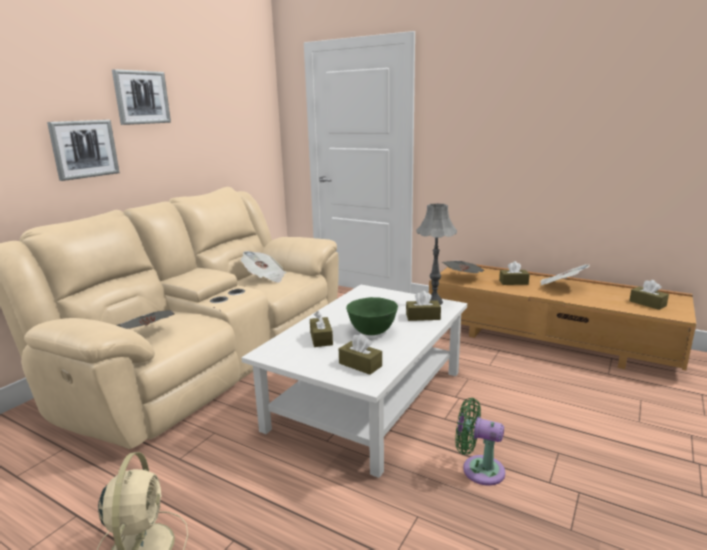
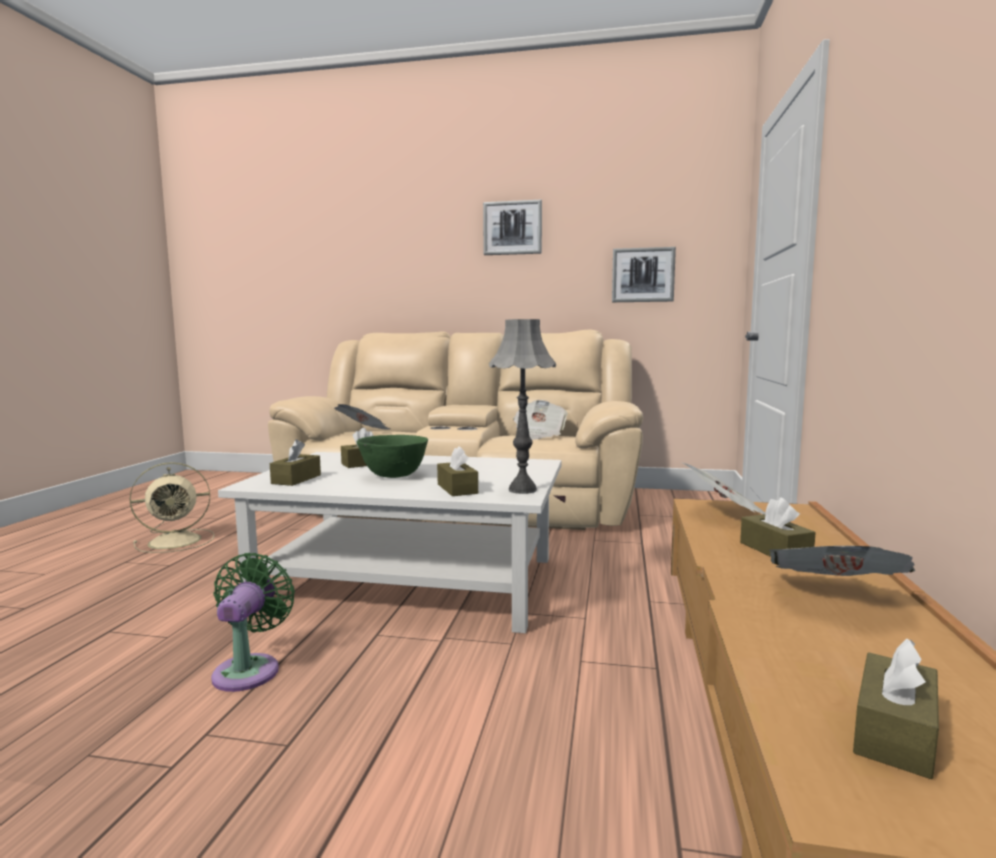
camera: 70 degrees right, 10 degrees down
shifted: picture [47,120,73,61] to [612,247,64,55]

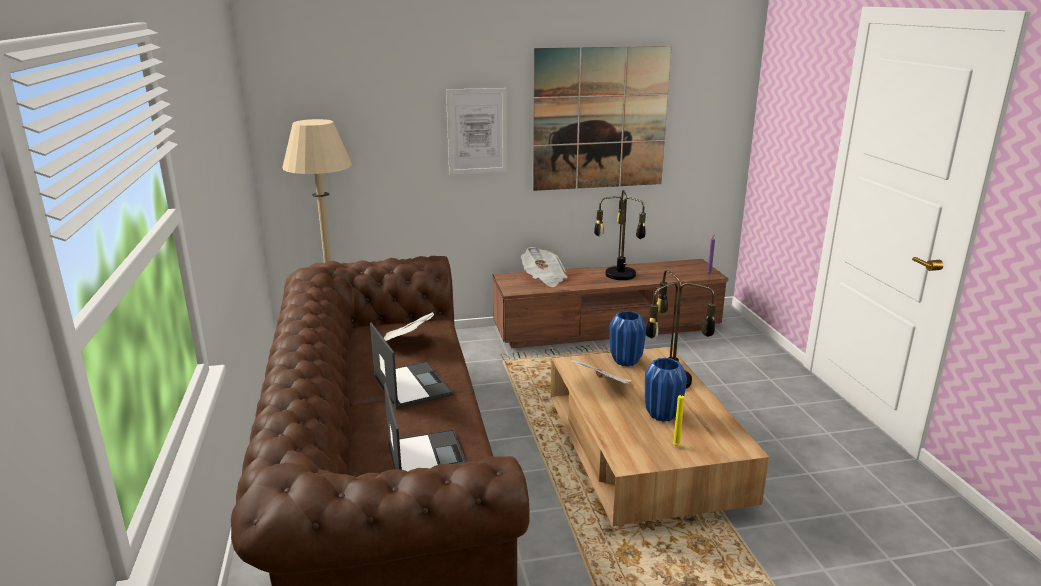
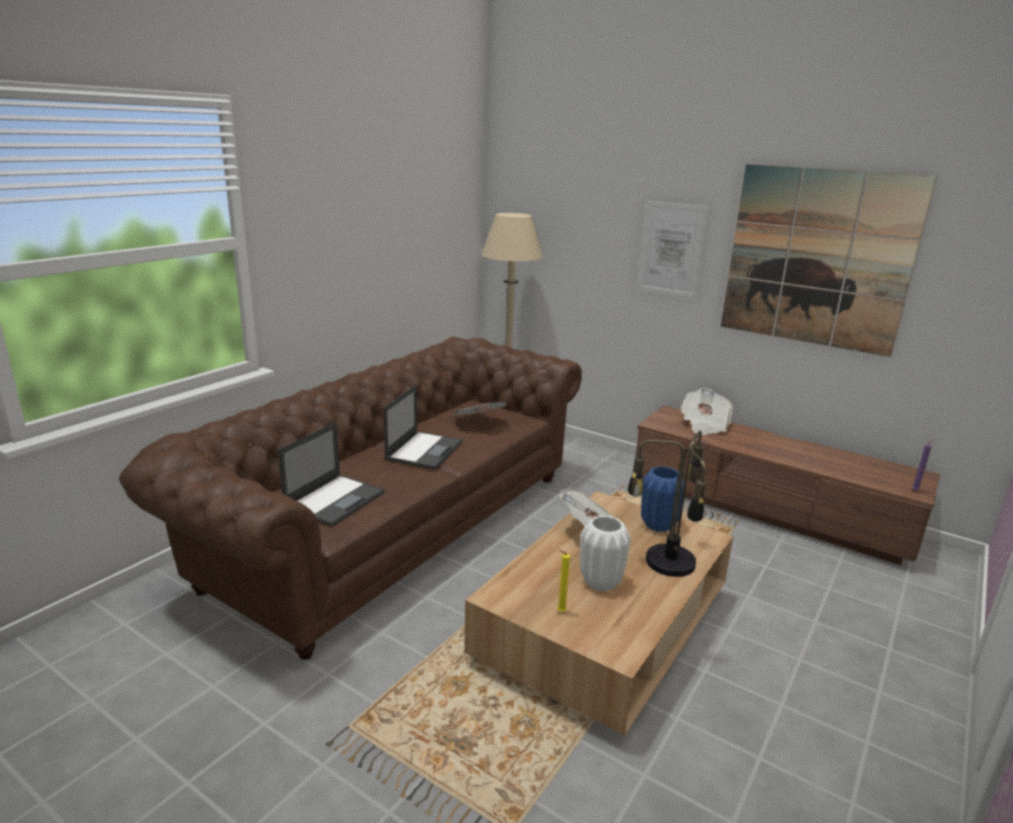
camera: 45 degrees right, 0 degrees up
gone: table lamp [594,190,52,90]
repainted: vase/blue [645,358,42,64] to vase/white [580,515,51,77]

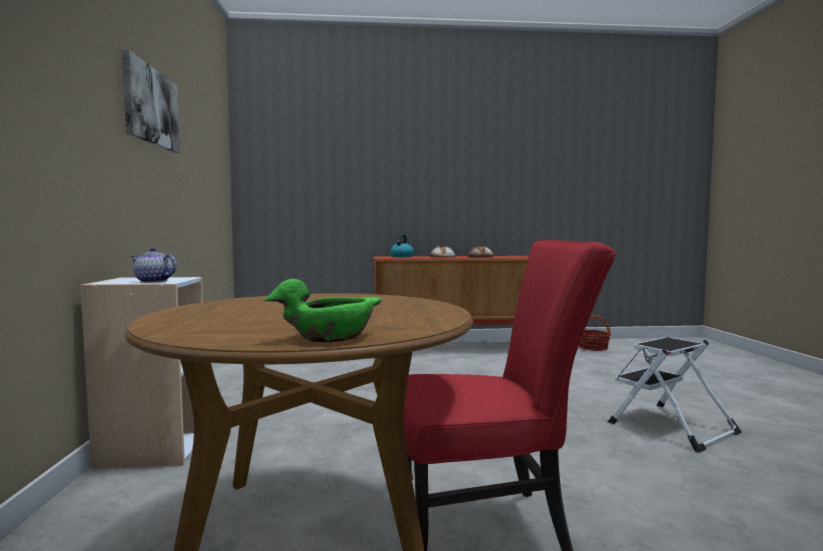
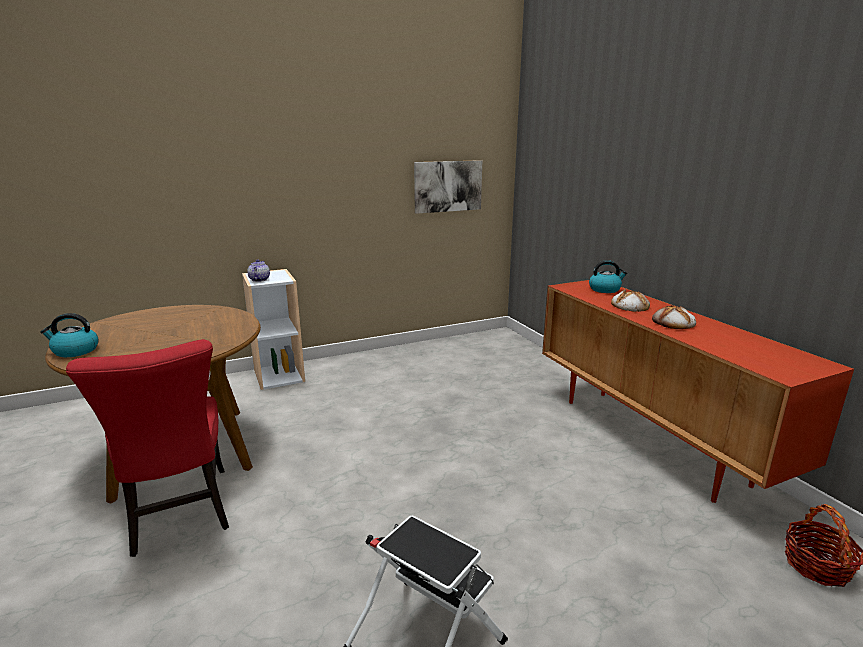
camera: 70 degrees right, 15 degrees up
shifted: picture [122,50,58,103] to [414,160,68,54]
swapped: bowl/green [263,279,118,63] to kettle [40,313,58,44]

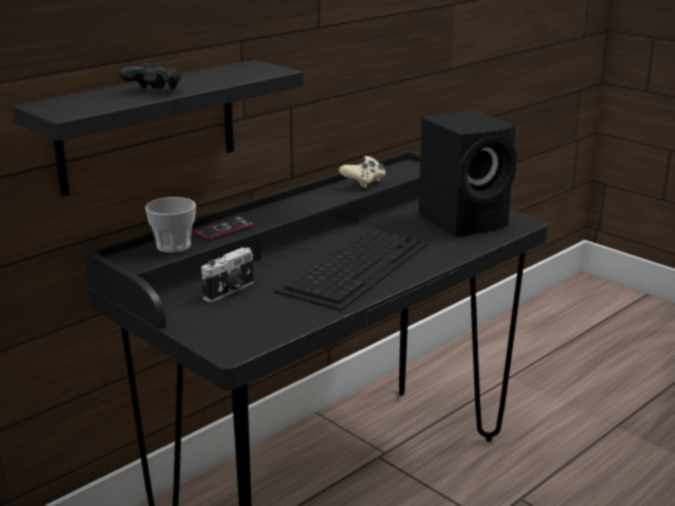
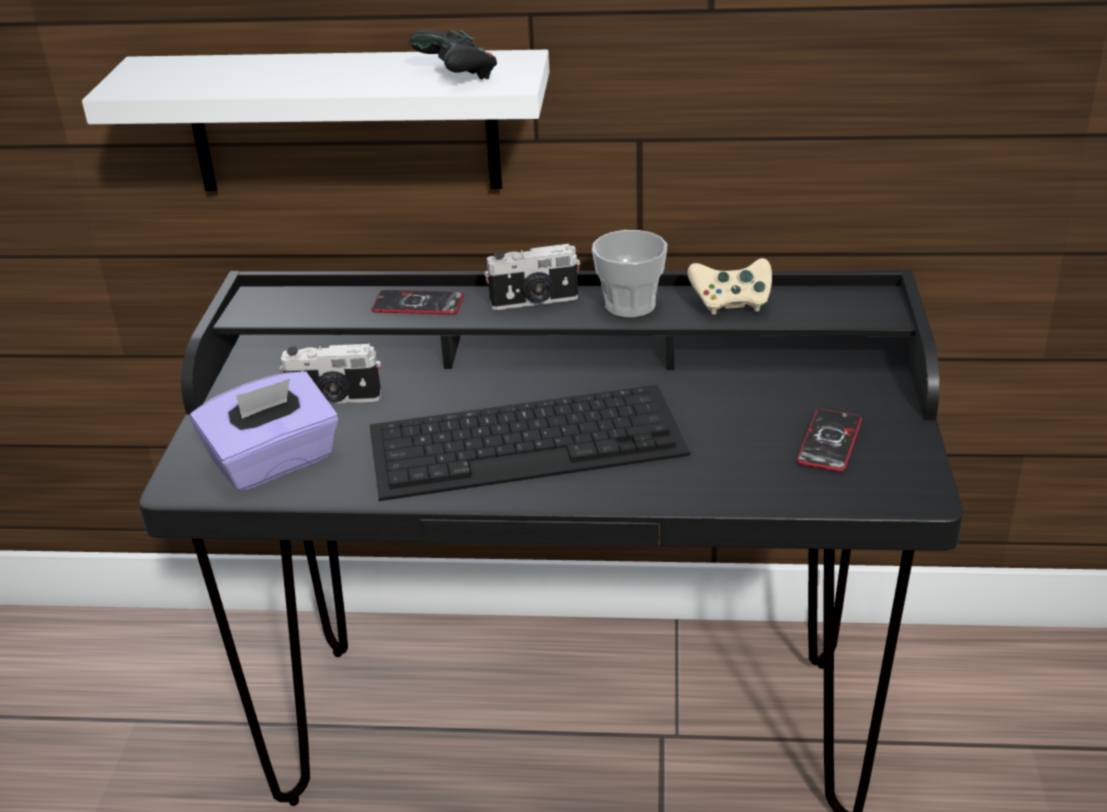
camera: 50 degrees right, 10 degrees up
new: tissue box/purple [190,372,148,119]; photo camera [484,244,97,66]
shifted: game controller/black [119,63,62,27] to [409,30,88,49]; cup [145,197,51,56] to [592,230,75,87]
swapped: speaker/black [418,110,99,127] to phone [796,409,66,63]
repainted: shelf/black [12,60,291,137] to shelf/white [82,50,467,141]

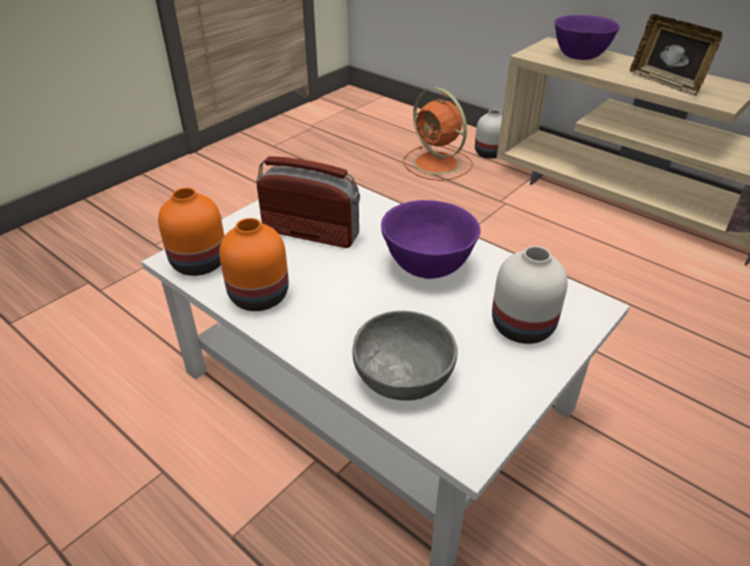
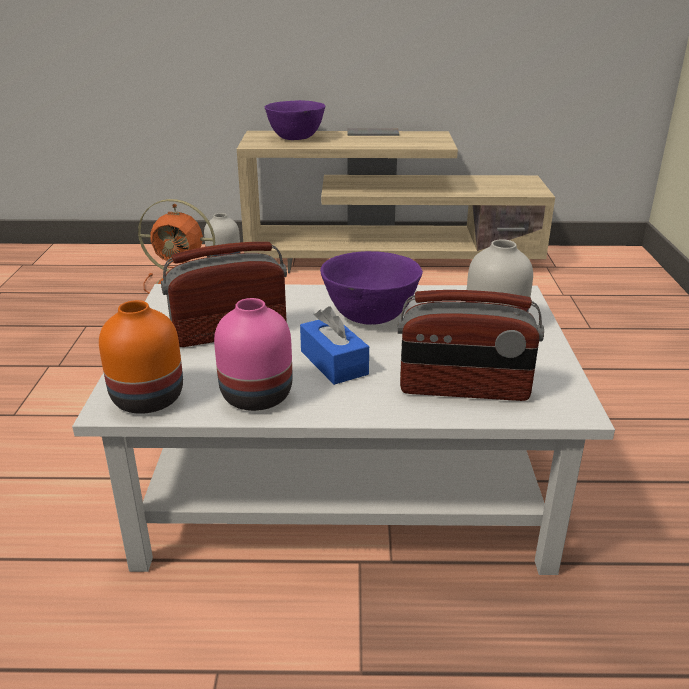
camera: 40 degrees left, 10 degrees down
gone: picture frame [630,14,93,82]
new: tissue box/blue [300,306,69,79]
swapped: bowl/grey [352,311,106,89] to radio [398,290,146,111]
repainted: vase/orange [219,218,70,93] to vase/pink [214,298,78,113]

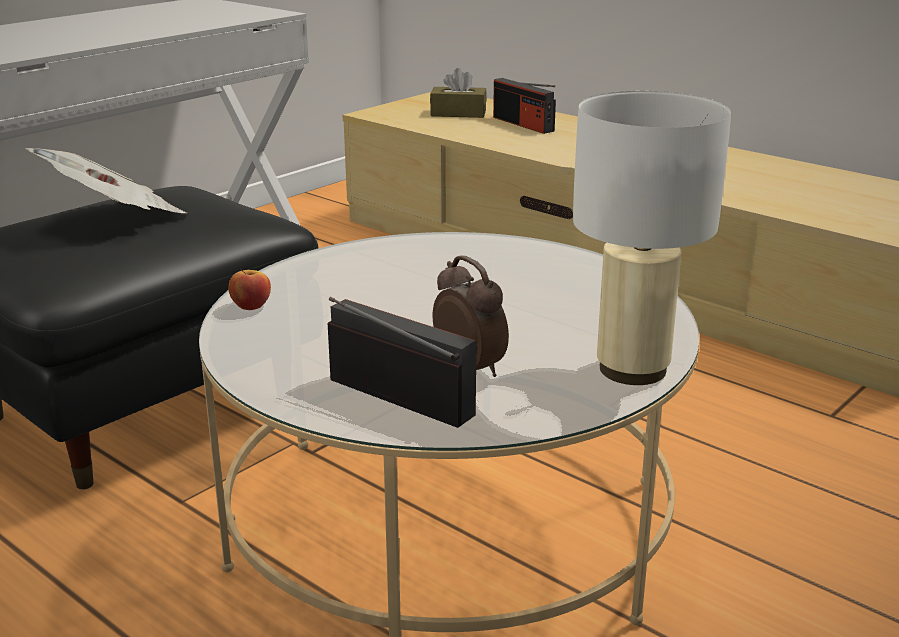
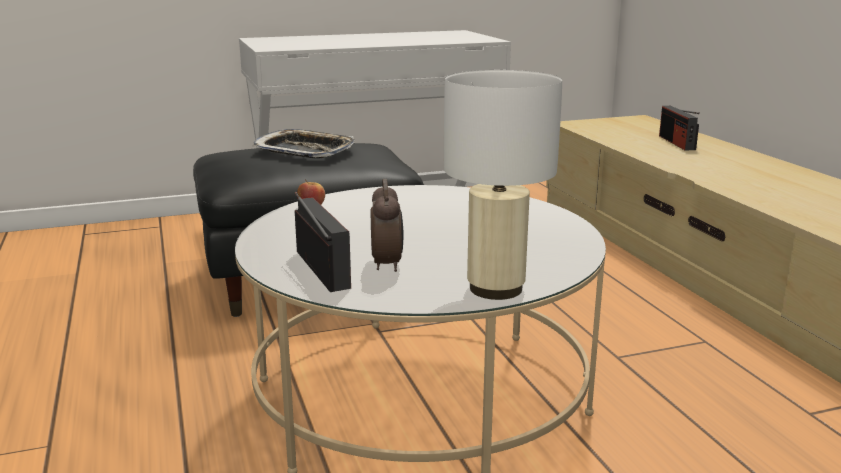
camera: 30 degrees right, 5 degrees down
gone: tissue box/brown [430,68,57,50]
swapped: newspaper [25,148,162,65] to tray [252,129,102,30]

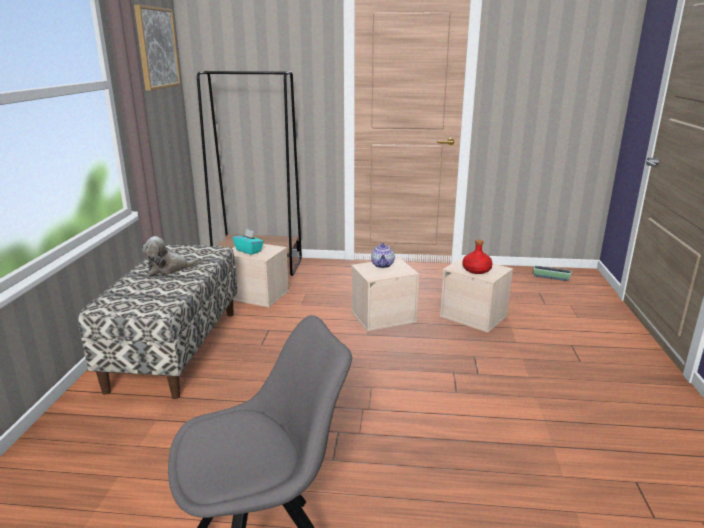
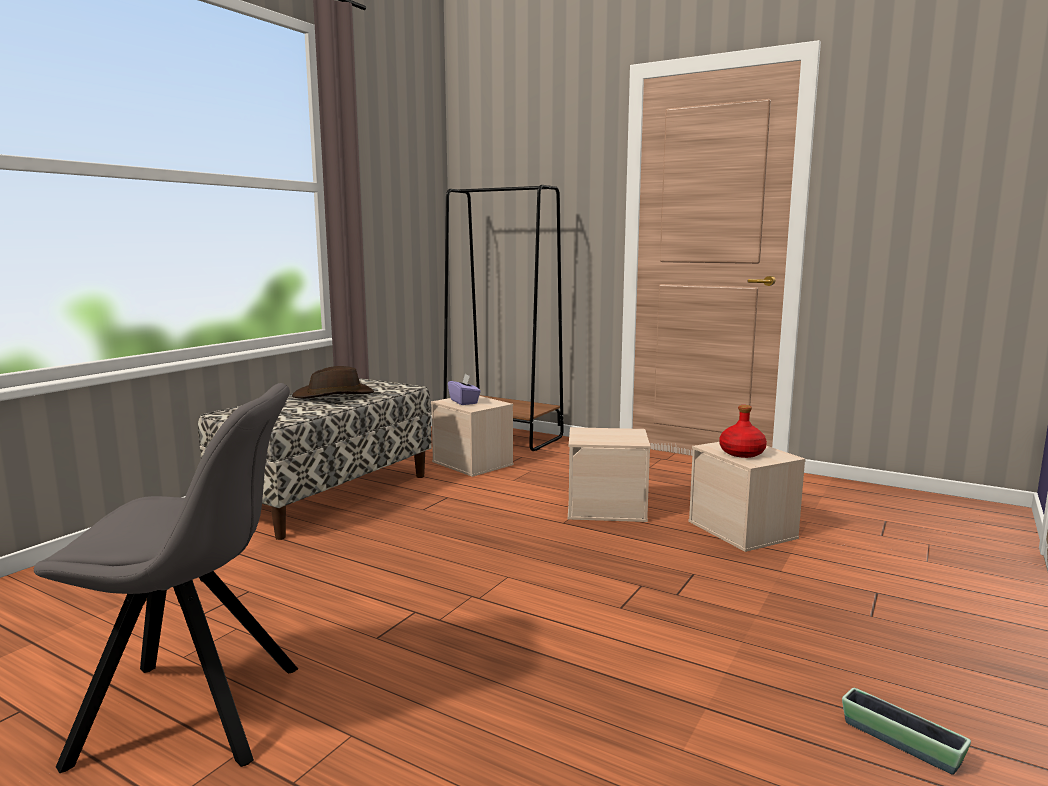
camera: 25 degrees right, 10 degrees down
gone: picture [134,5,47,85]; teapot [371,243,24,25]
shifted: planter [534,265,38,16] to [842,688,129,87]
swapped: plush toy [142,236,58,39] to hat/brown [292,366,82,32]
repainted: tissue box/turquoise [233,229,31,26] to tissue box/purple [448,374,33,31]

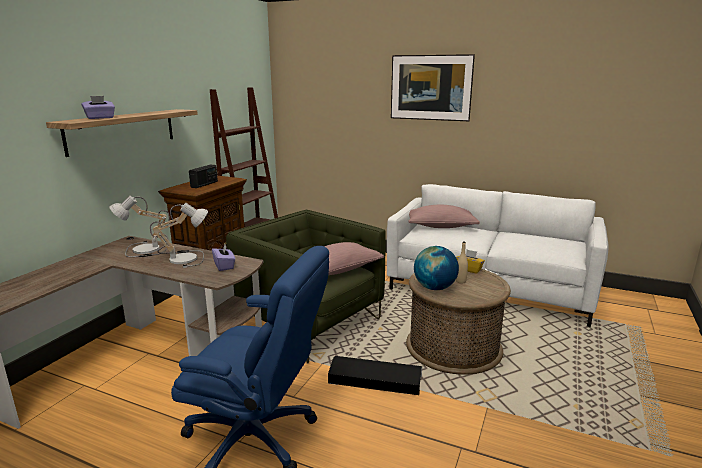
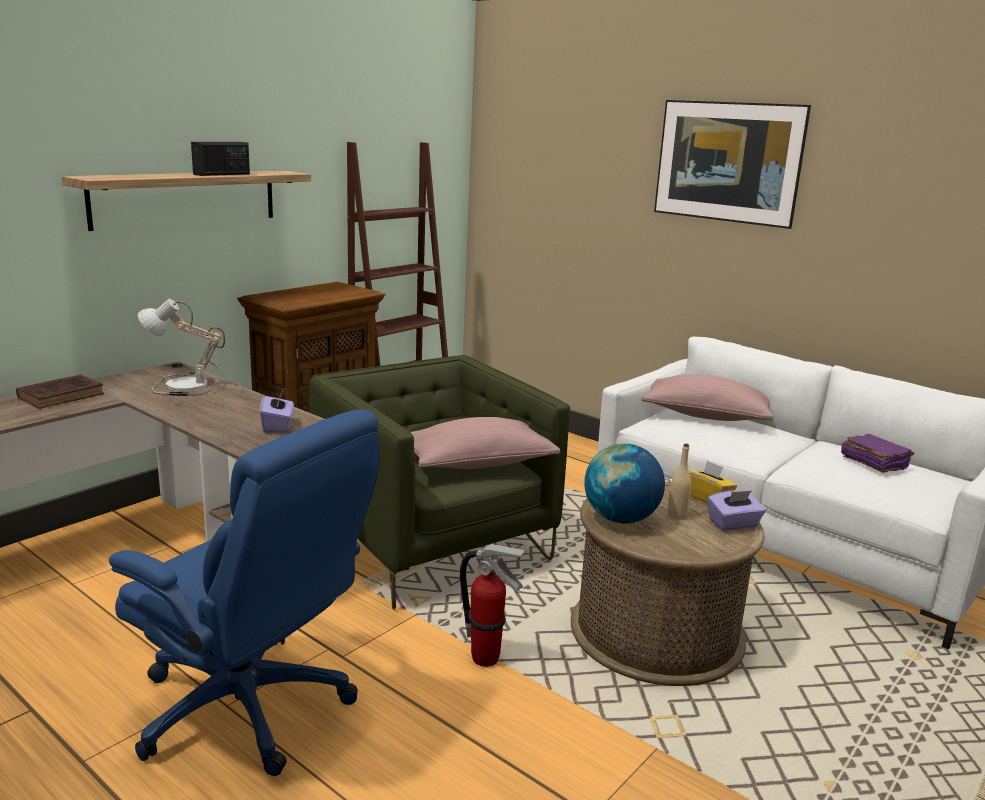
camera: 15 degrees right, 0 degrees up
gone: table lamp [150,203,58,65]
new: book/brown [16,374,88,35]; book/purple [841,434,73,39]
shifted: tissue box/purple [82,96,33,23] to [707,490,59,41]; radio [189,164,29,24] to [191,142,59,34]
swapped: storage box/black [328,356,94,39] to fire extinguisher [460,545,67,122]

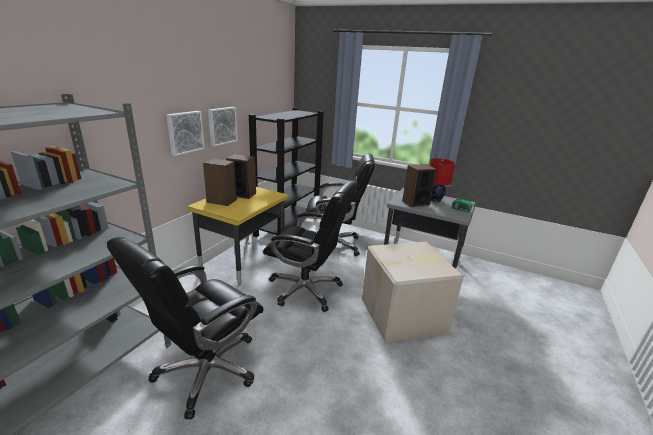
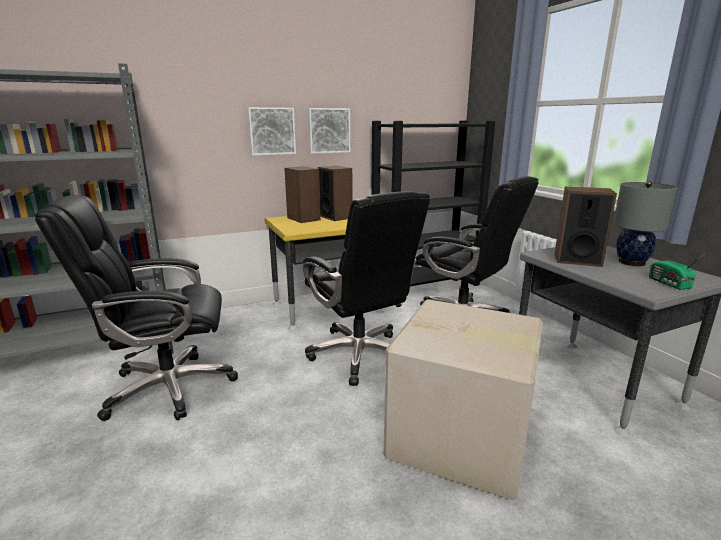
camera: 40 degrees right, 5 degrees down
repainted: table lamp/red [430,159,25,43] to table lamp/grey [613,181,64,85]

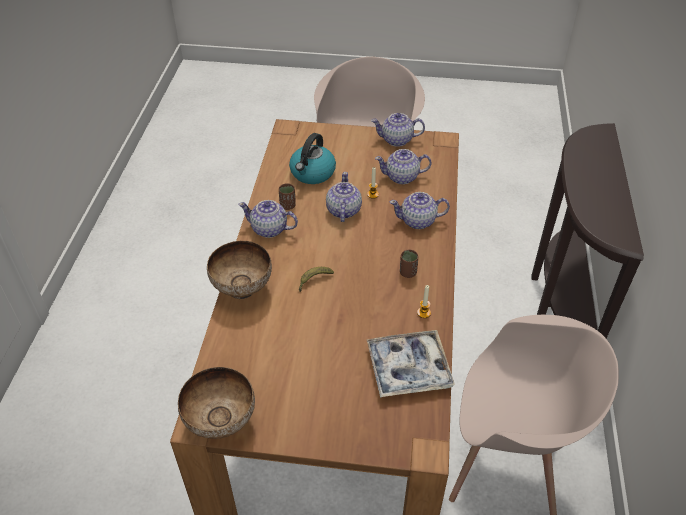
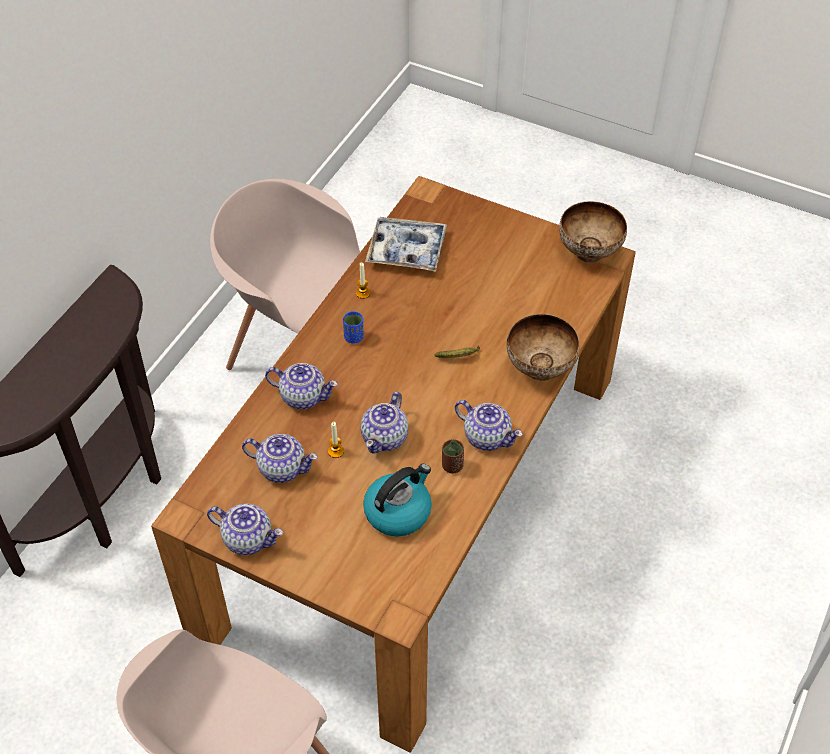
camera: 160 degrees left, 5 degrees up
repainted: cup/brown [400,249,18,29] to cup/blue [343,311,21,33]

